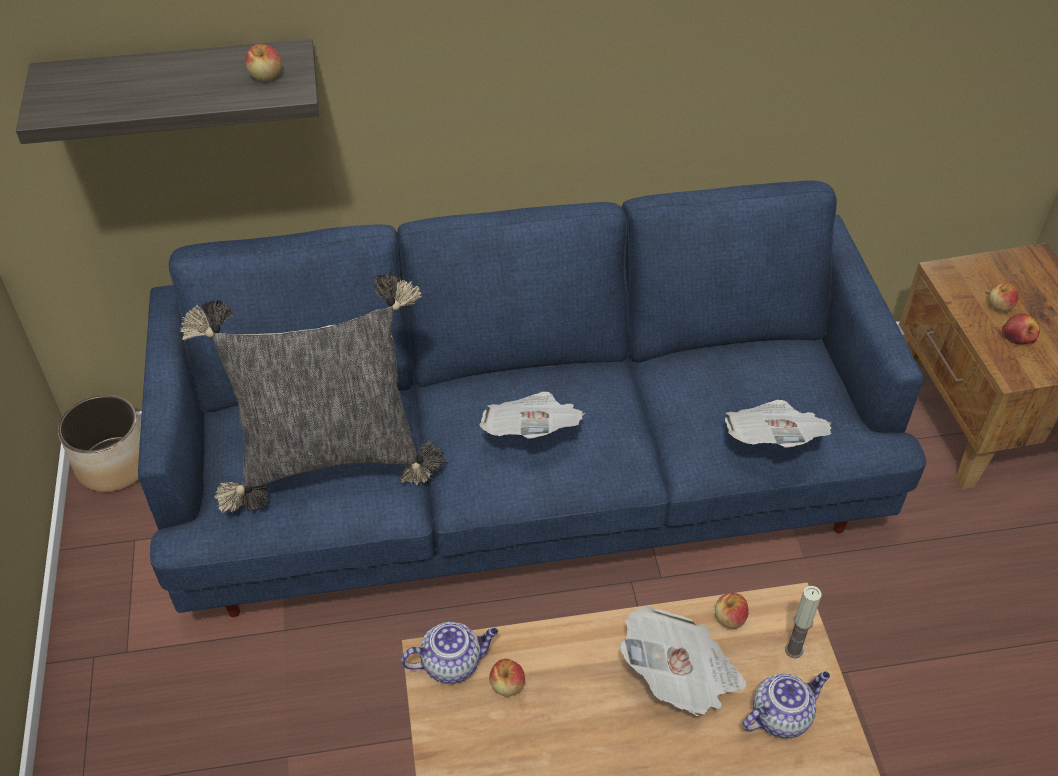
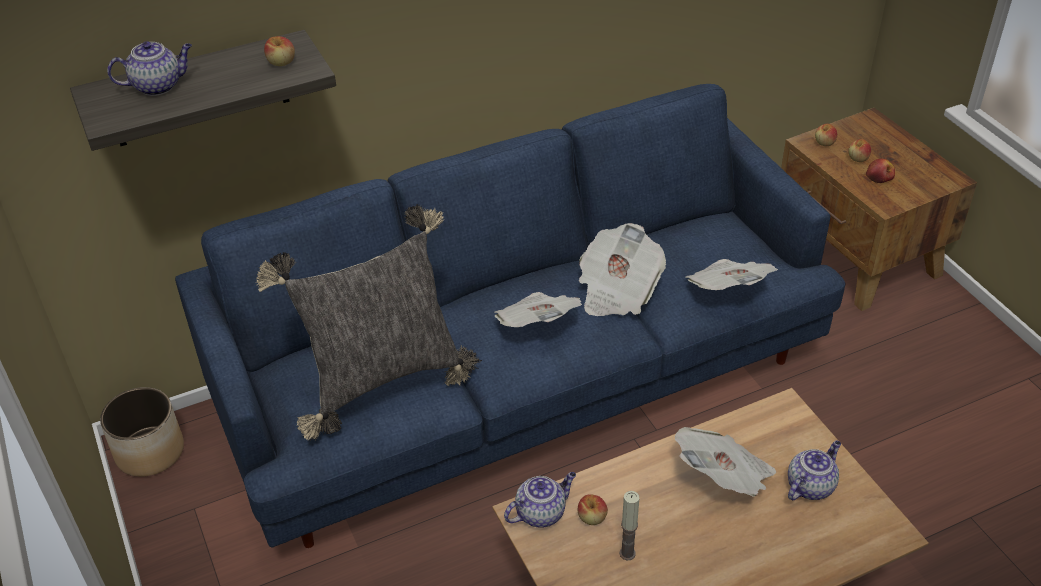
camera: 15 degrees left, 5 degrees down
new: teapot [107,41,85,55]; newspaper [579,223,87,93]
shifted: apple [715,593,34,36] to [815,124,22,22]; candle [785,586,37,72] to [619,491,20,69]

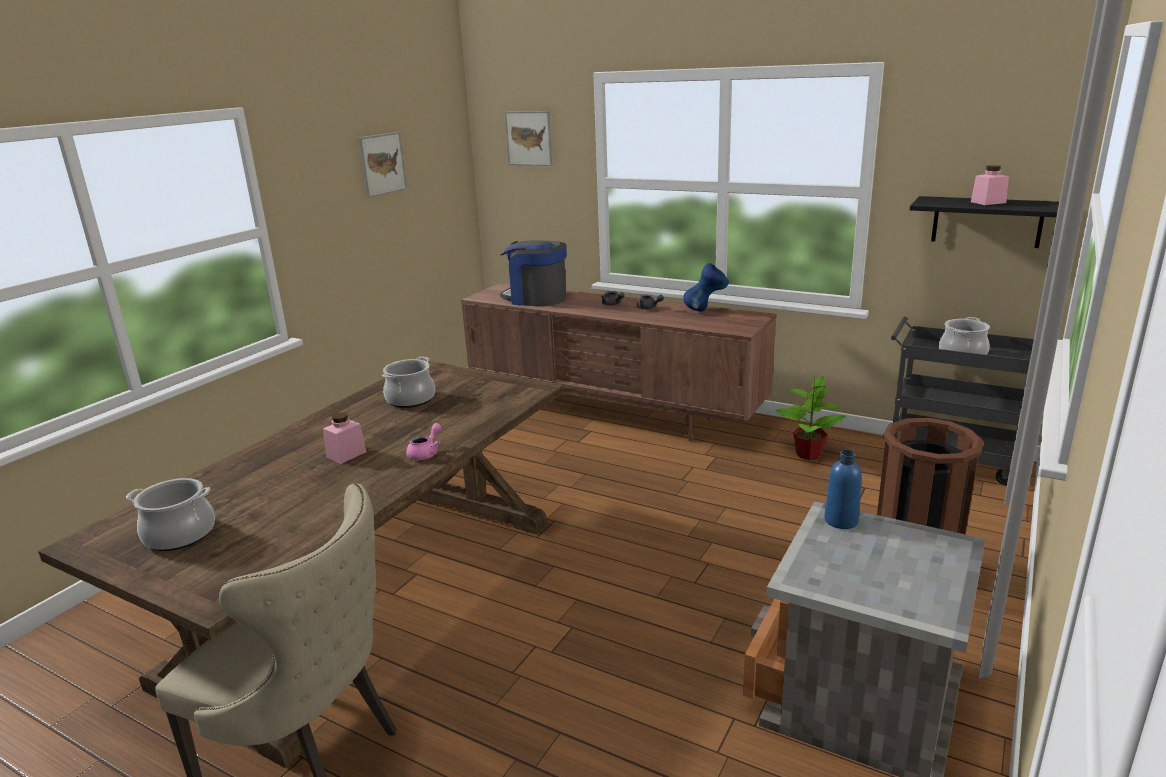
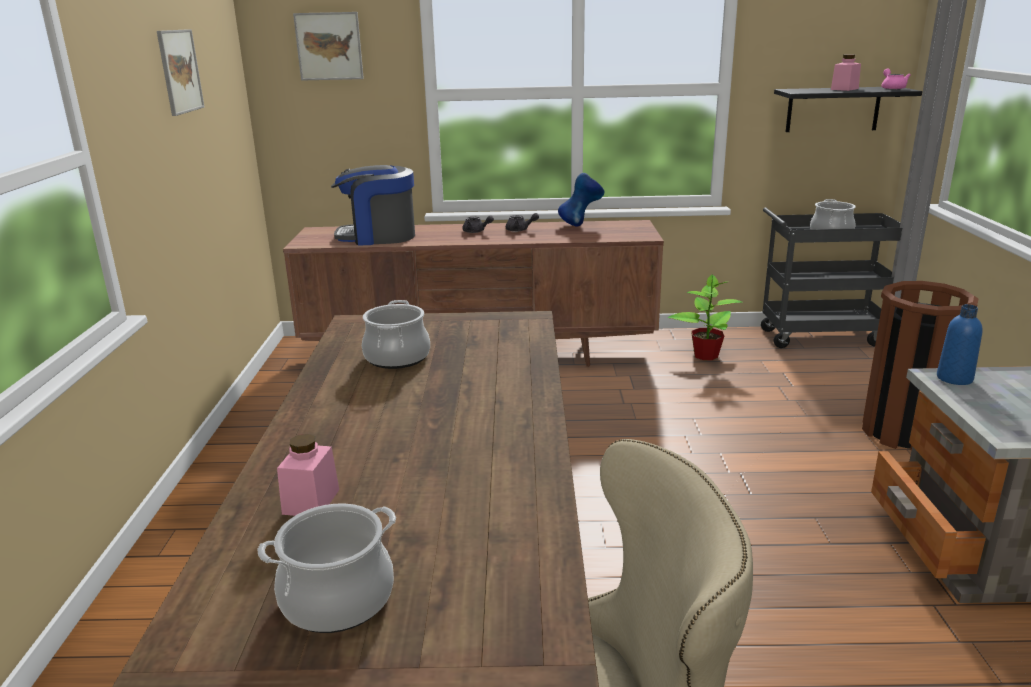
camera: 30 degrees left, 0 degrees up
shifted: jar/pink [323,412,43,52] to [277,434,62,82]; teapot/pink [406,423,35,37] to [882,68,29,22]

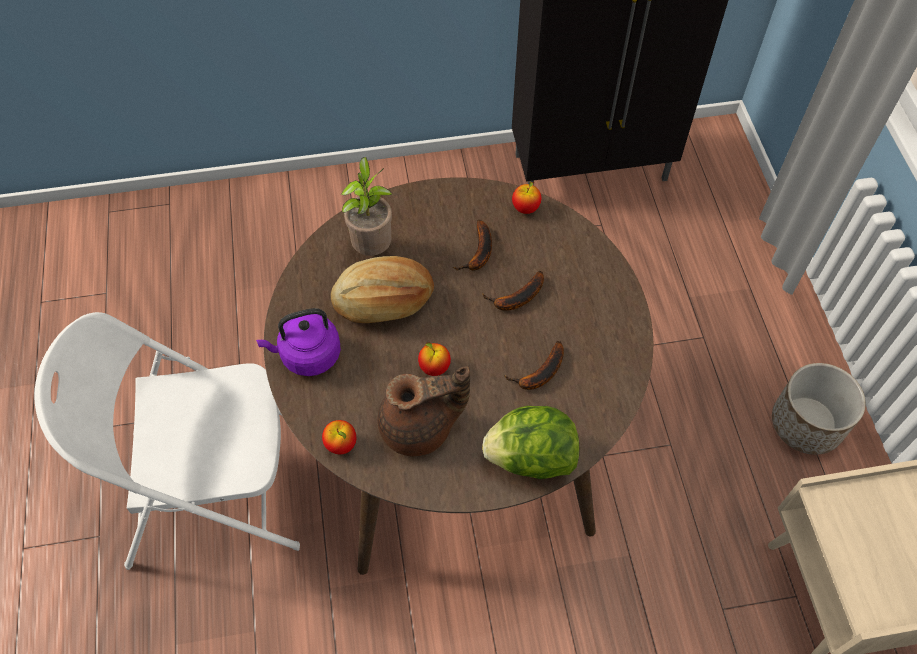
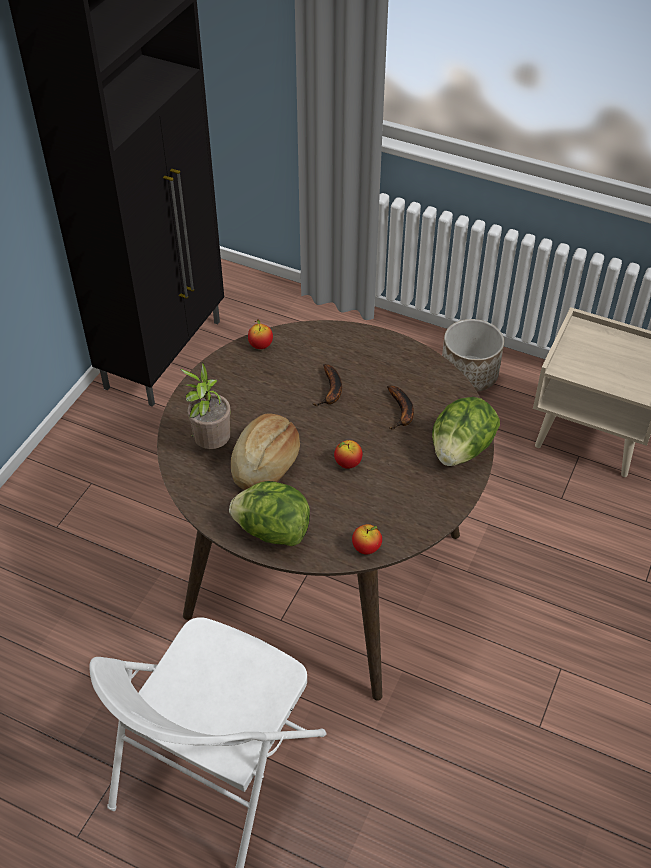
camera: 55 degrees left, 10 degrees down
gone: teapot/brown [378,366,92,91]; banana [453,220,39,50]
swapped: kettle/purple [256,308,85,68] to lettuce [229,481,81,65]

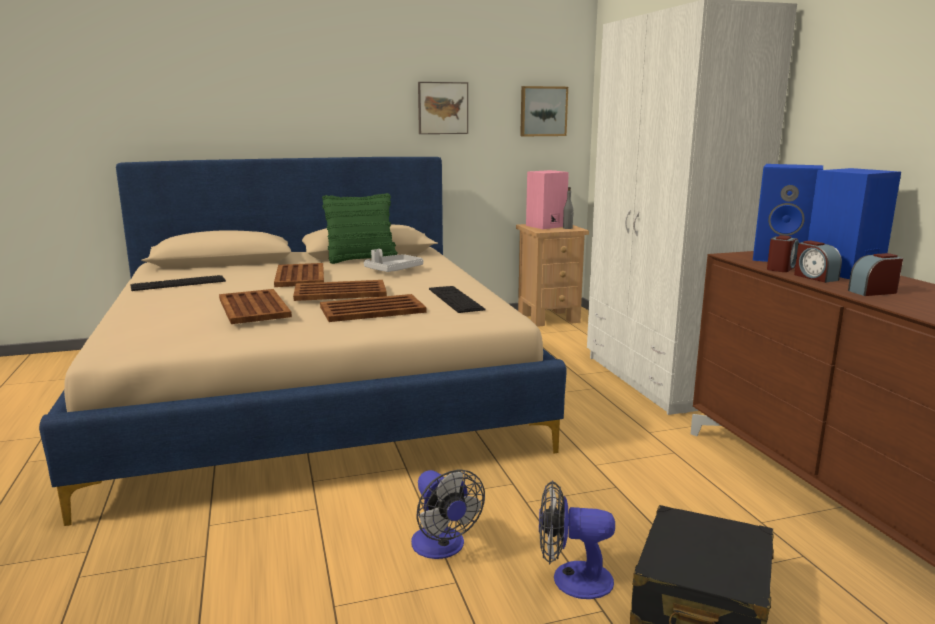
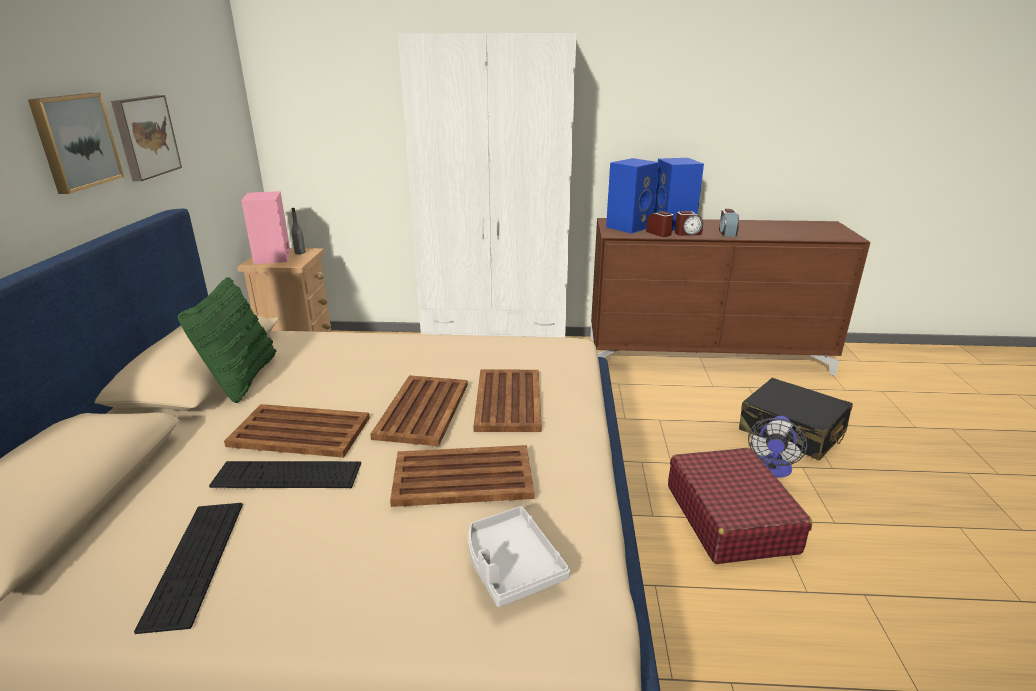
camera: 70 degrees left, 10 degrees up
shifted: tray/grey [364,249,59,23] to [468,506,102,101]; keyboard [429,286,57,27] to [209,461,152,27]; picture [520,86,48,50] to [28,93,96,101]
swapped: fan [411,470,74,89] to suitcase/red [668,448,144,116]

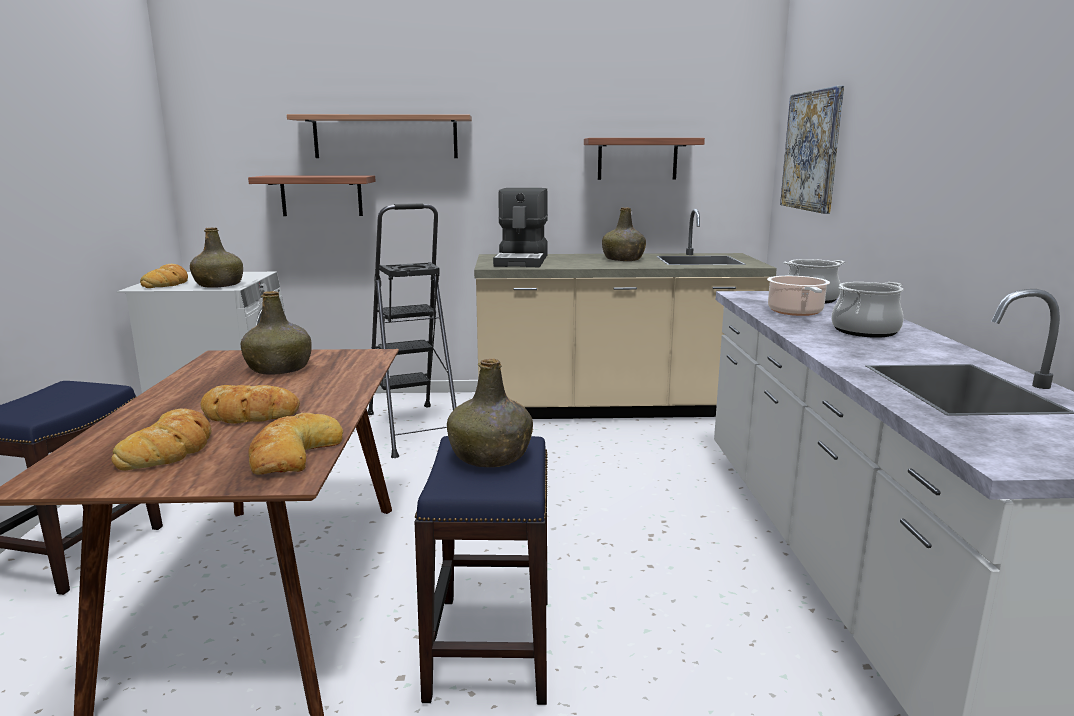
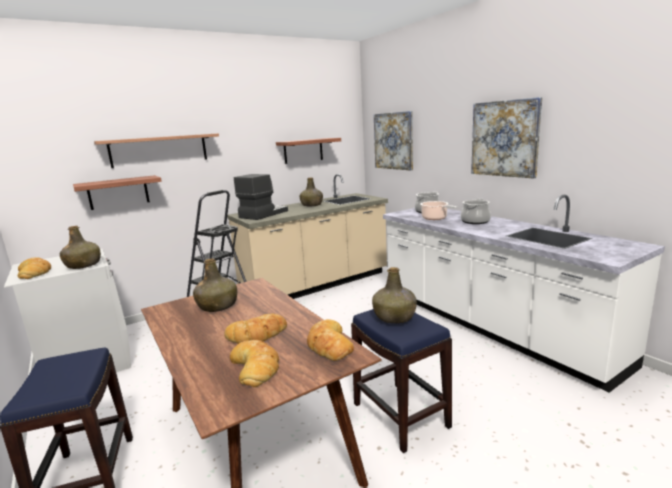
camera: 30 degrees left, 0 degrees up
new: picture [471,97,72,82]
rotated: coffee machine [493,188,55,79] = [234,174,54,46] 120 degrees counterclockwise

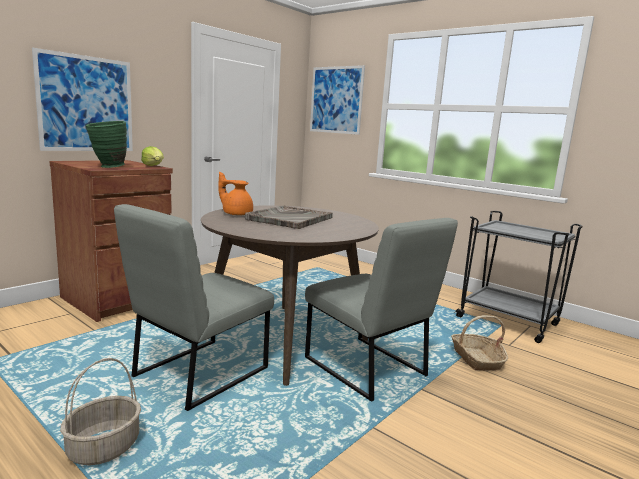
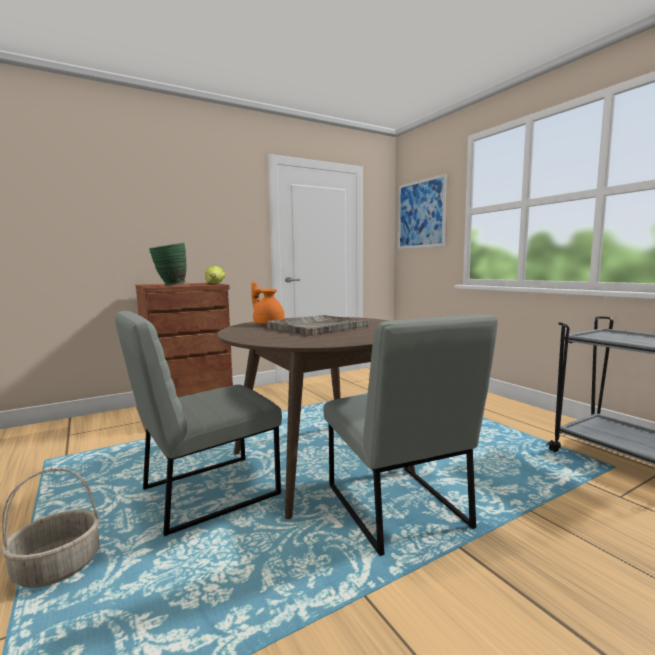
camera: 20 degrees right, 5 degrees down
gone: picture [32,48,101,103]; basket [451,315,57,56]

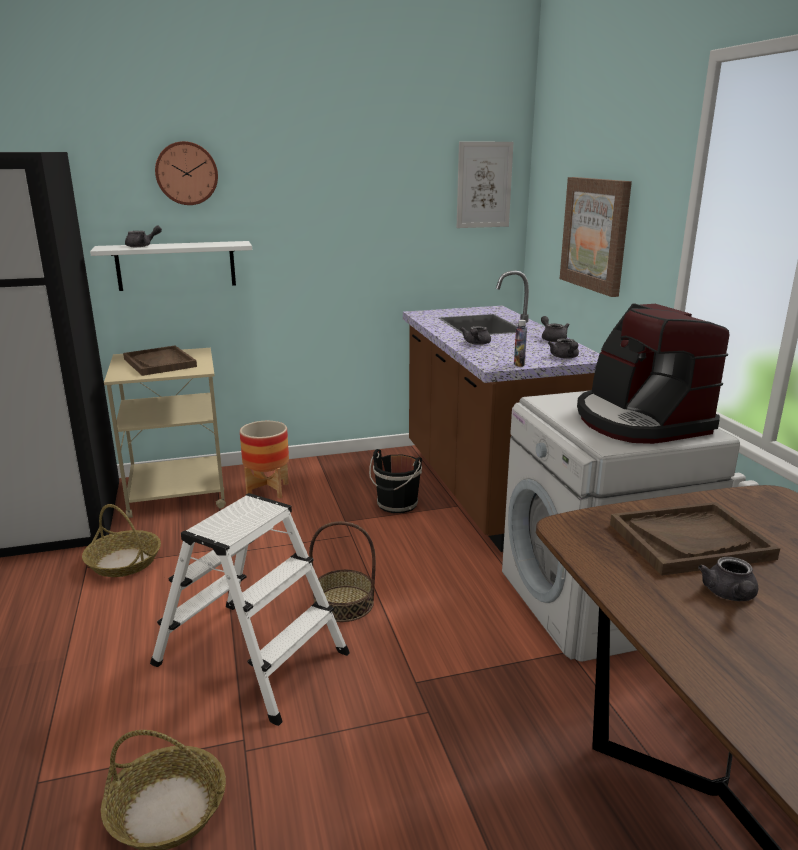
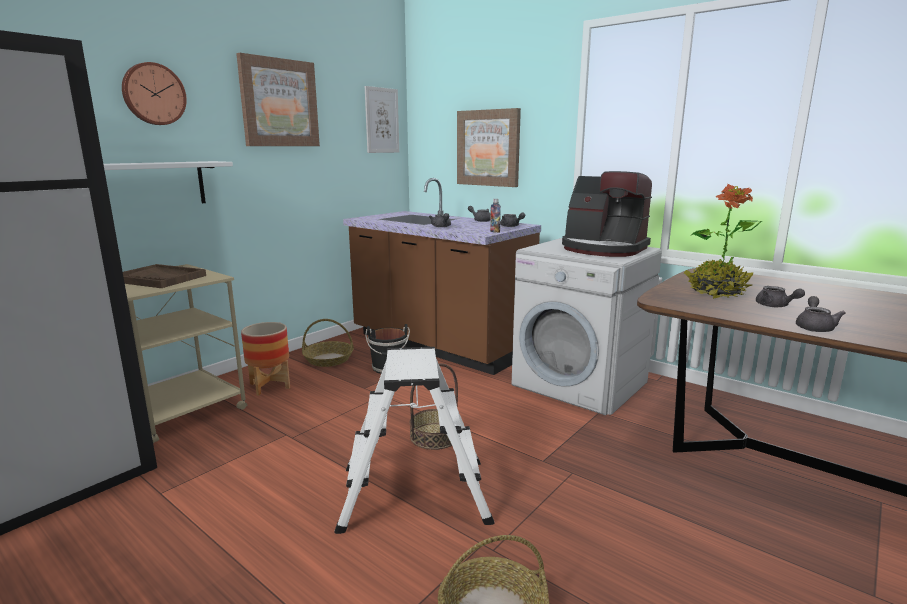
camera: 35 degrees left, 5 degrees down
new: picture [236,53,84,93]
shifted: basket [82,504,79,73] to [302,319,52,48]; teapot/grey [125,226,37,21] to [796,296,50,36]
swapped: tray/brown [610,502,170,73] to potted plant [684,184,78,115]

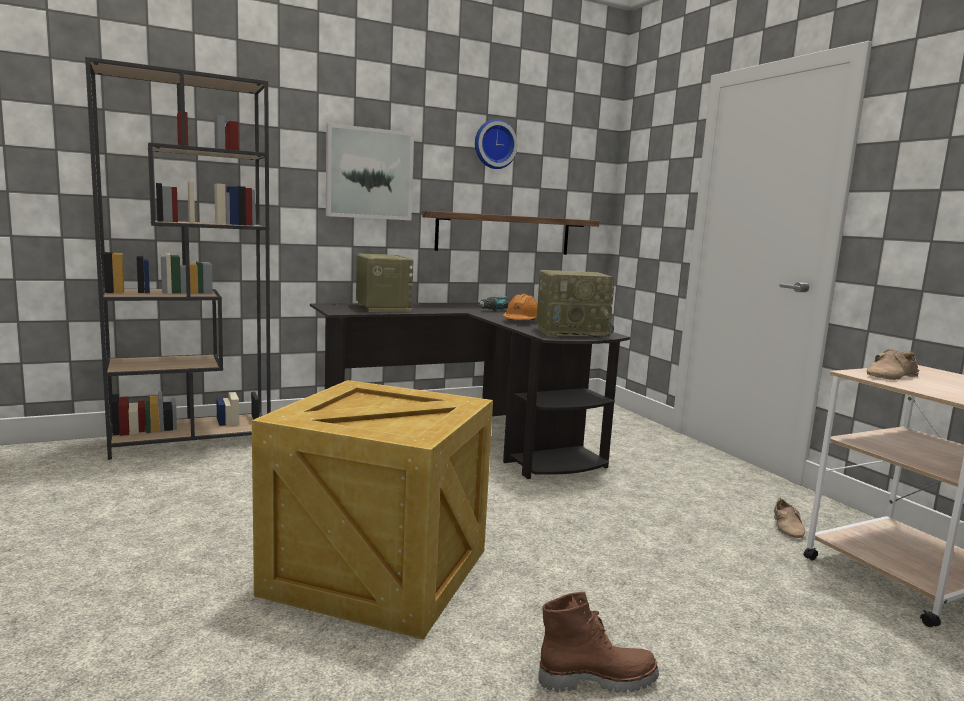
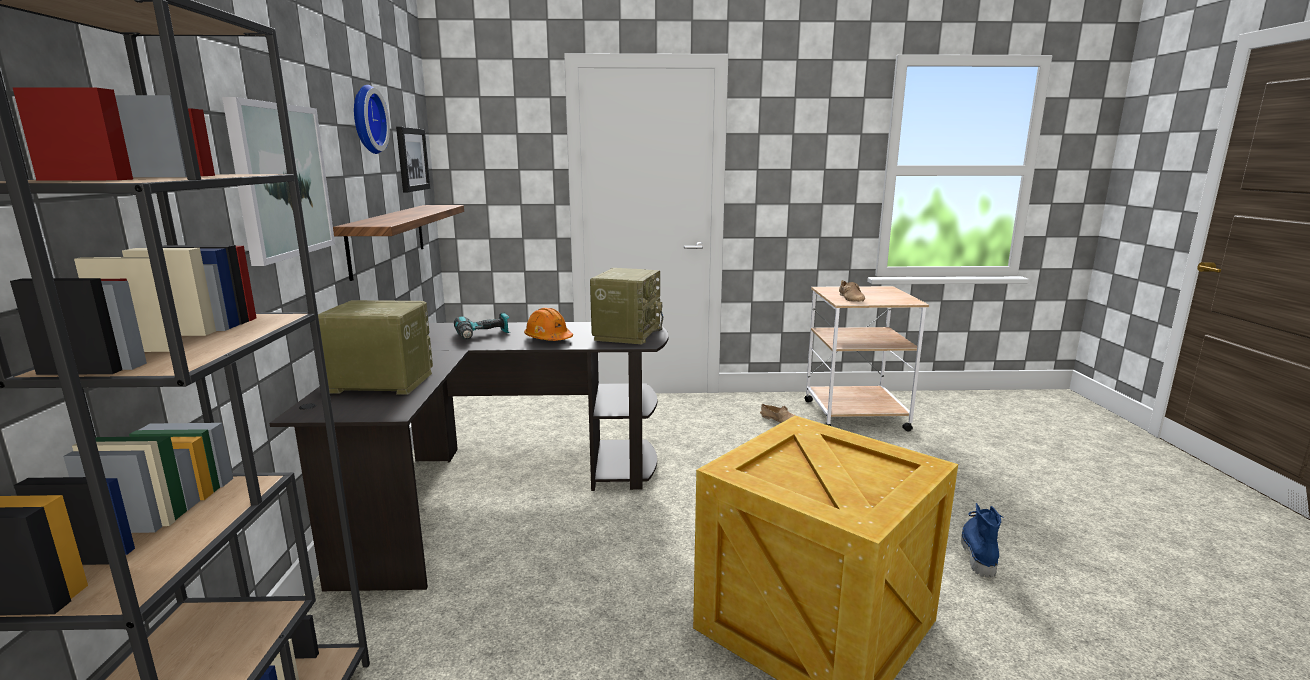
camera: 65 degrees left, 5 degrees up
new: picture [396,127,34,65]
repainted: boot/brown [539,592,120,101] to boot/blue [961,503,42,75]

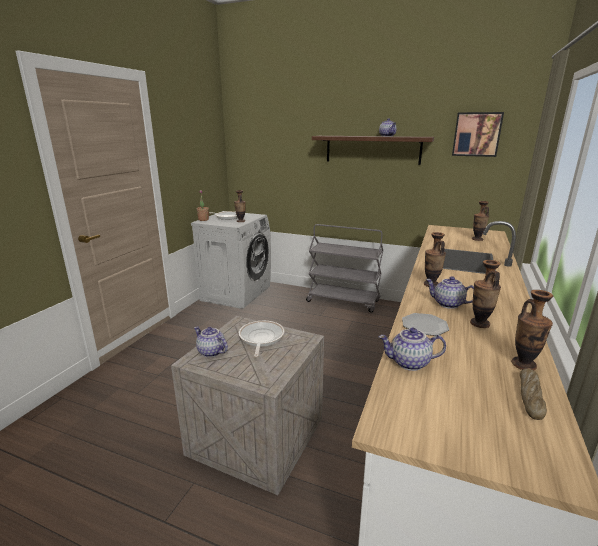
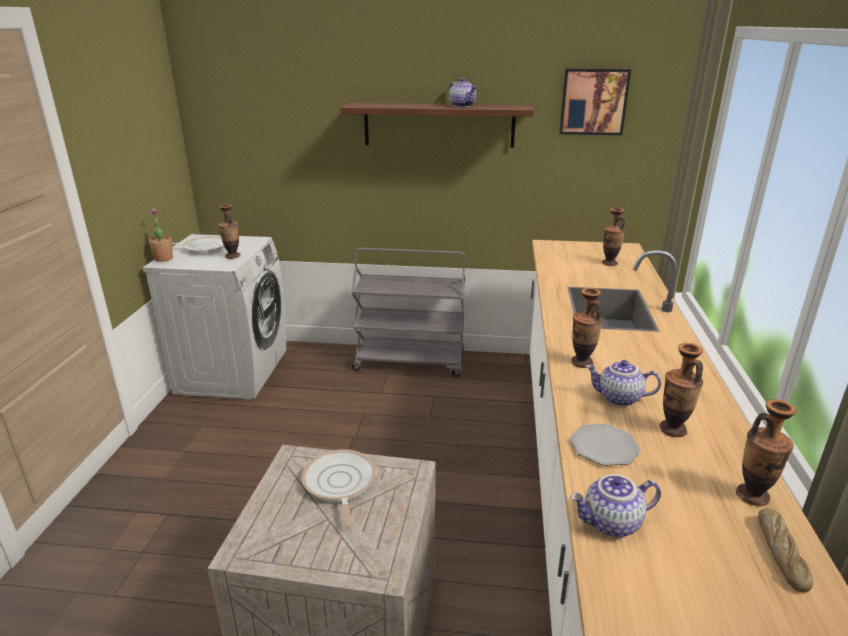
camera: 15 degrees left, 5 degrees up
gone: teapot [194,326,34,31]

